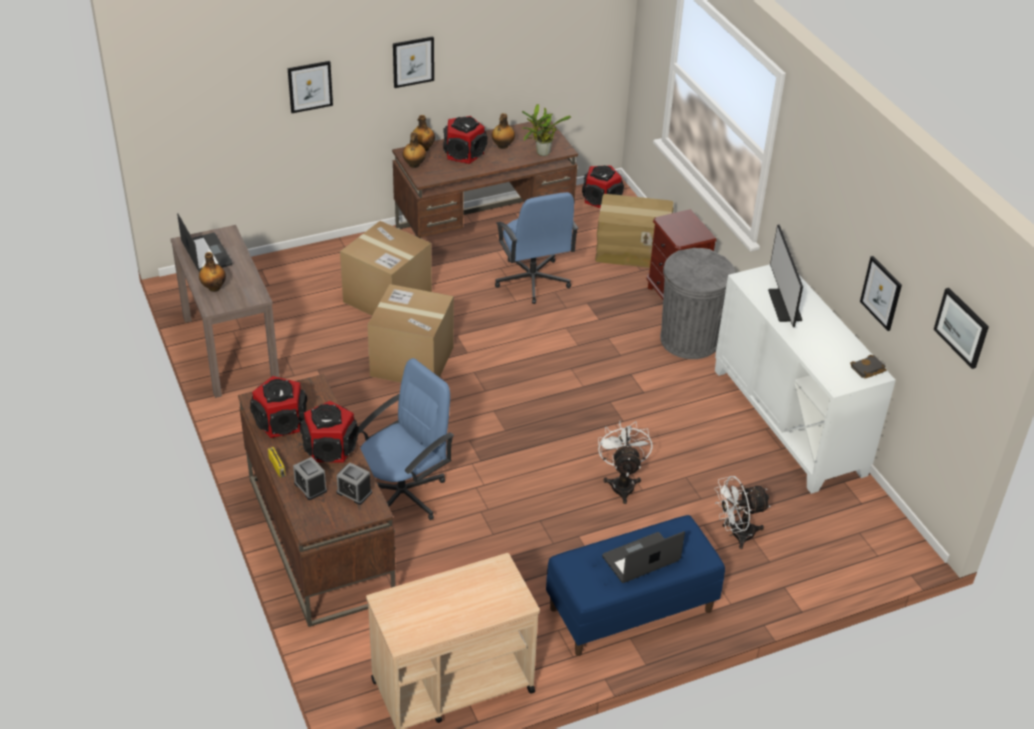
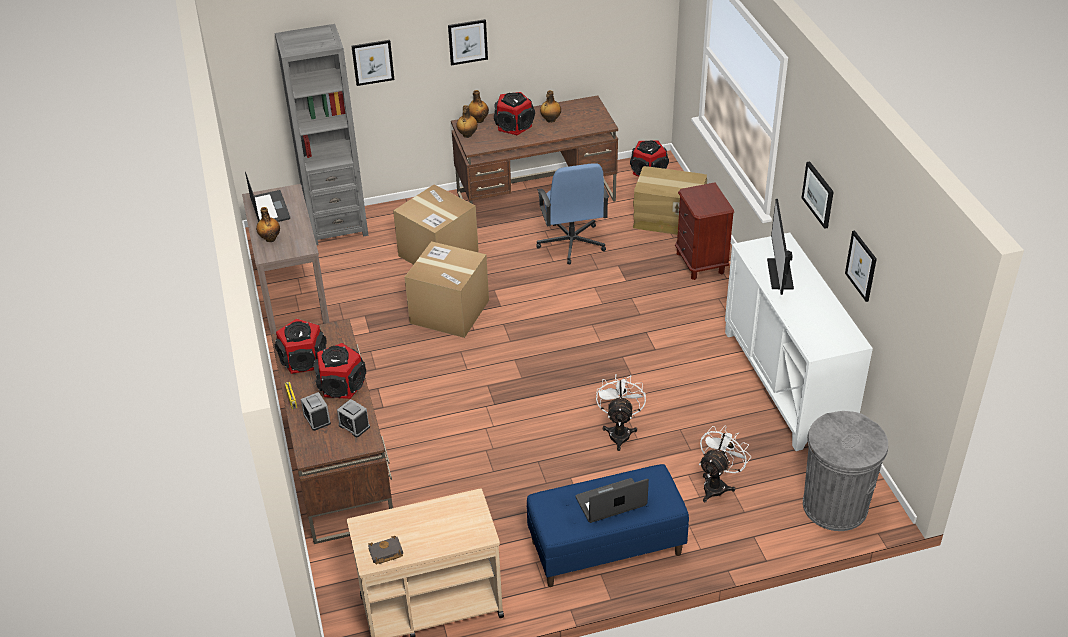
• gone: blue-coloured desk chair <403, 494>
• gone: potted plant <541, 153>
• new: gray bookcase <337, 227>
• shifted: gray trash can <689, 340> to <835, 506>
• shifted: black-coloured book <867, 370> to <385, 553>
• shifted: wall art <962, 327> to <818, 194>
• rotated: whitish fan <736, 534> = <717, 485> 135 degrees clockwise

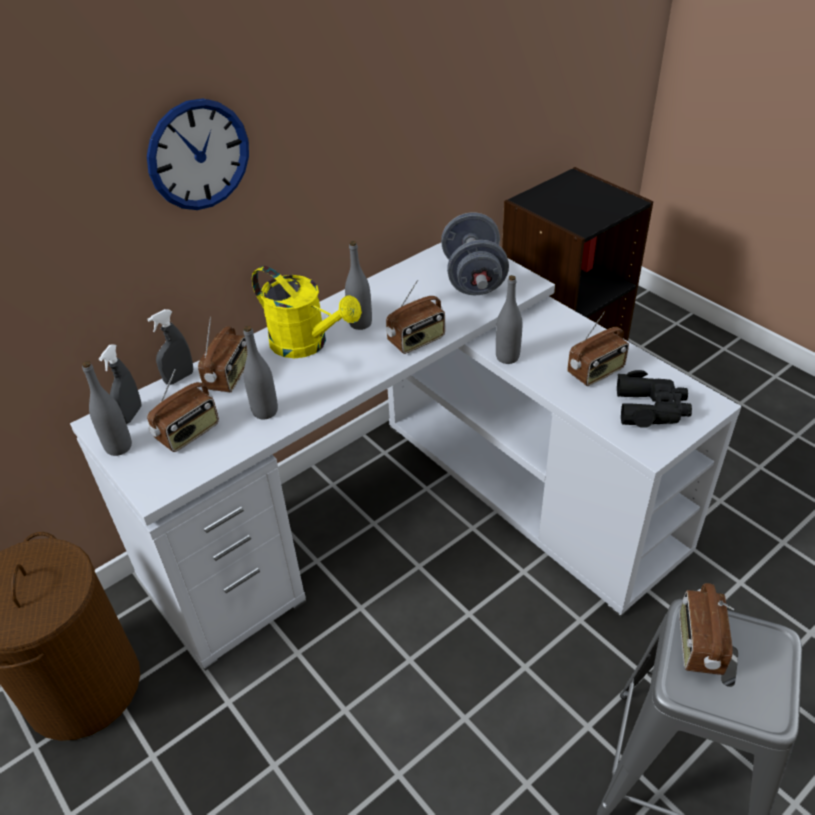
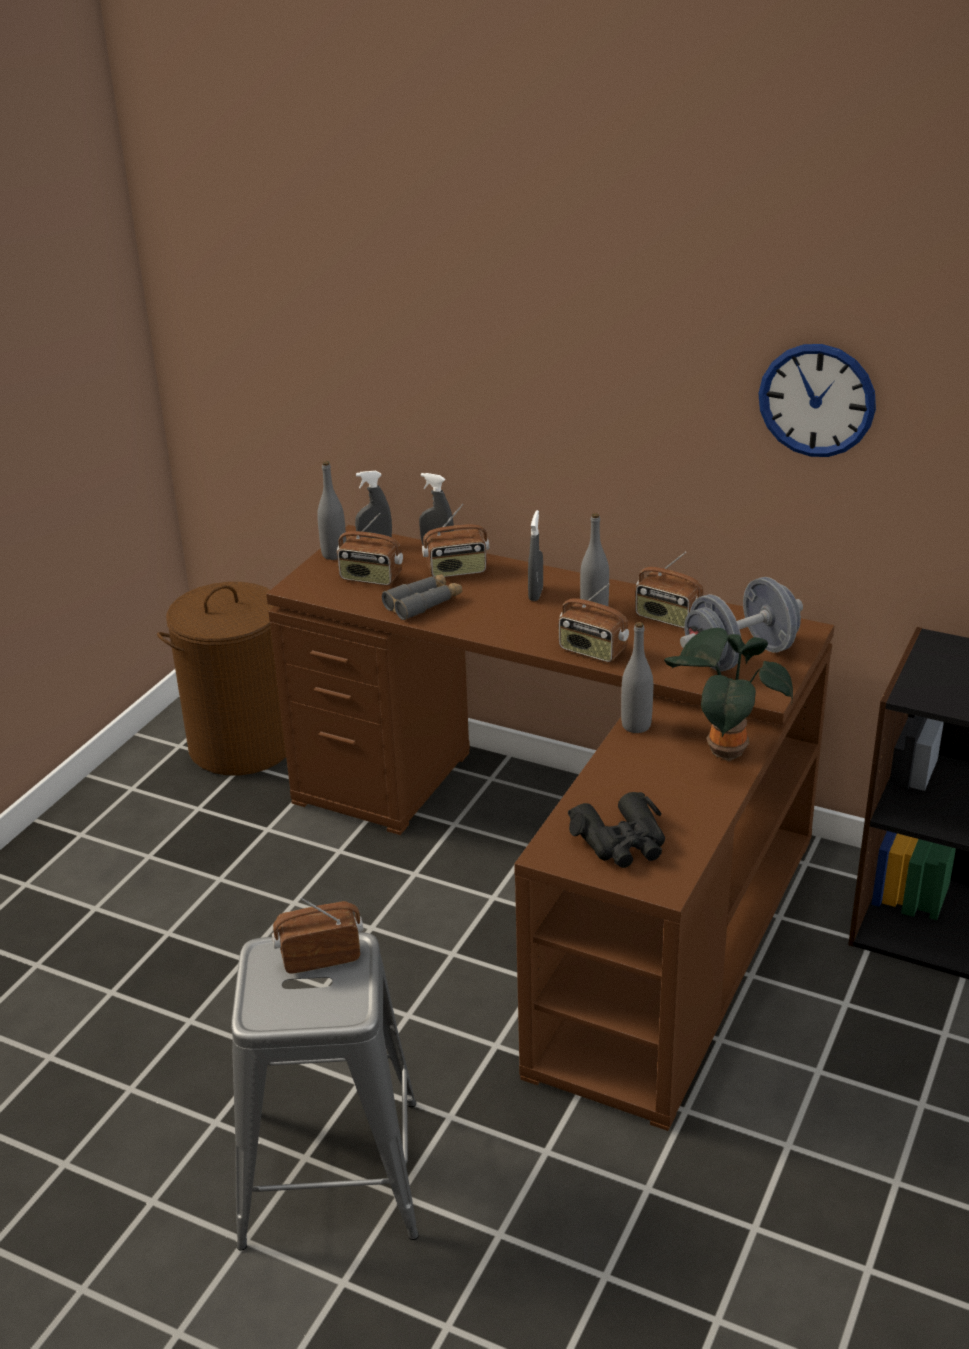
• new: potted plant <722, 749>
• shifted: hanging clock <198, 155> to <817, 400>
• shifted: radio <596, 372> to <667, 618>
• swapped: gray drink bottle <265, 411> to gray field glasses <423, 603>
• swapped: yellowish watering can <307, 344> to gray hand sprayer <535, 594>
• repainted: whitish desk unit <418, 510> to brown-coloured desk unit <572, 872>

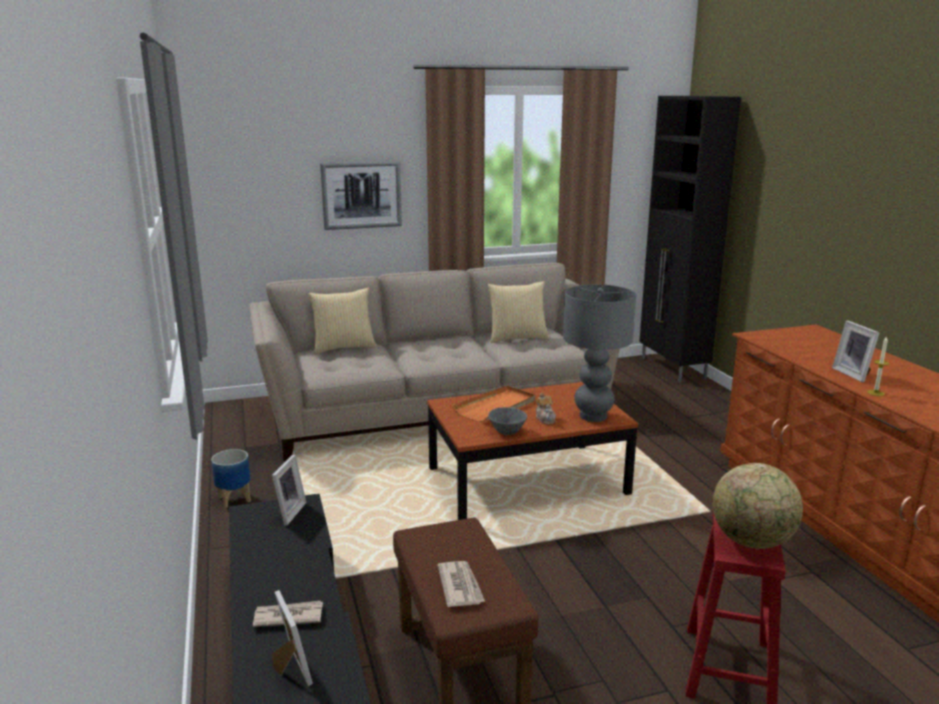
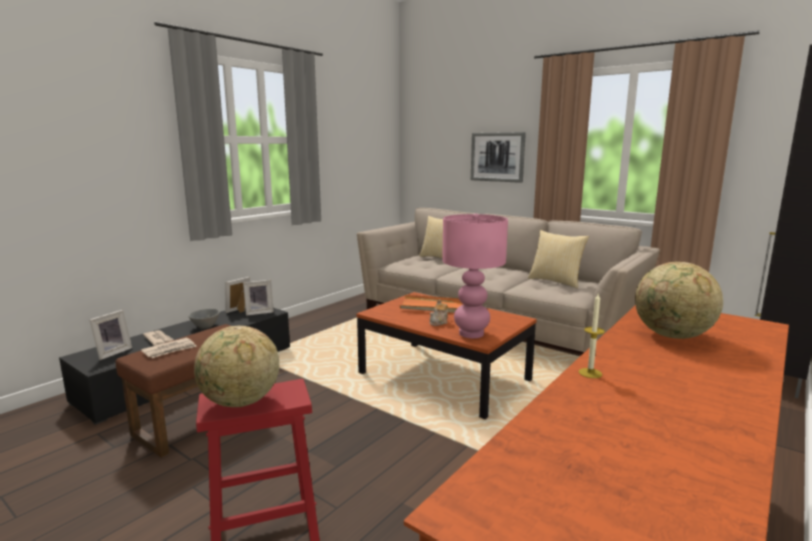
• gone: planter <234, 499>
• new: globe <672, 336>
• shifted: gray serving bowl <506, 432> to <204, 326>
• shifted: picture frame <854, 374> to <240, 310>
• repainted: gray tabletop lamp <592, 416> to pink tabletop lamp <470, 333>

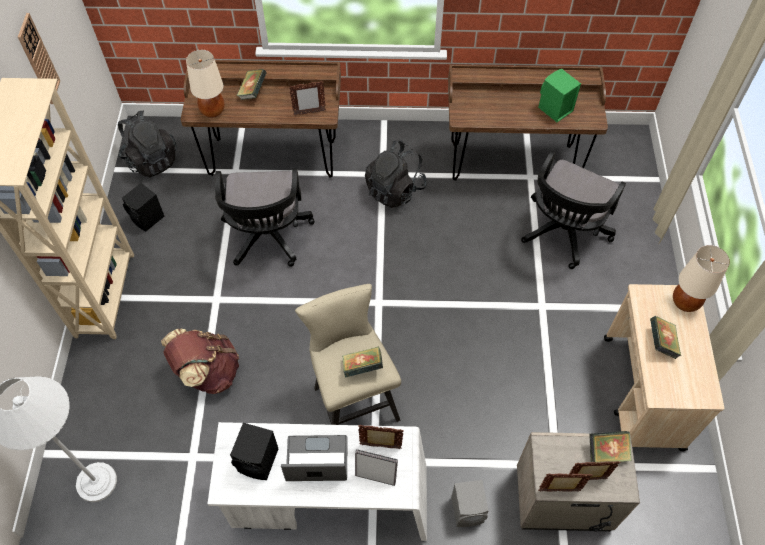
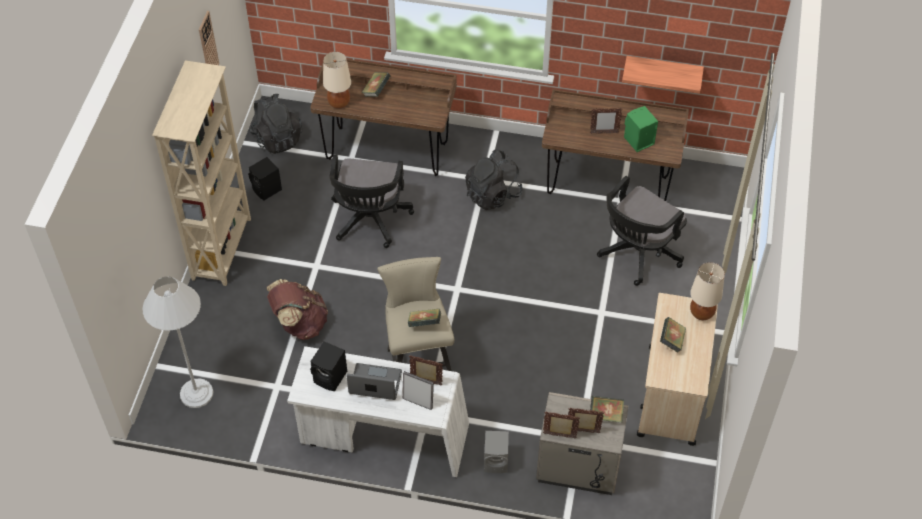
• new: shelf <663, 70>
• shifted: picture frame <309, 113> to <604, 133>

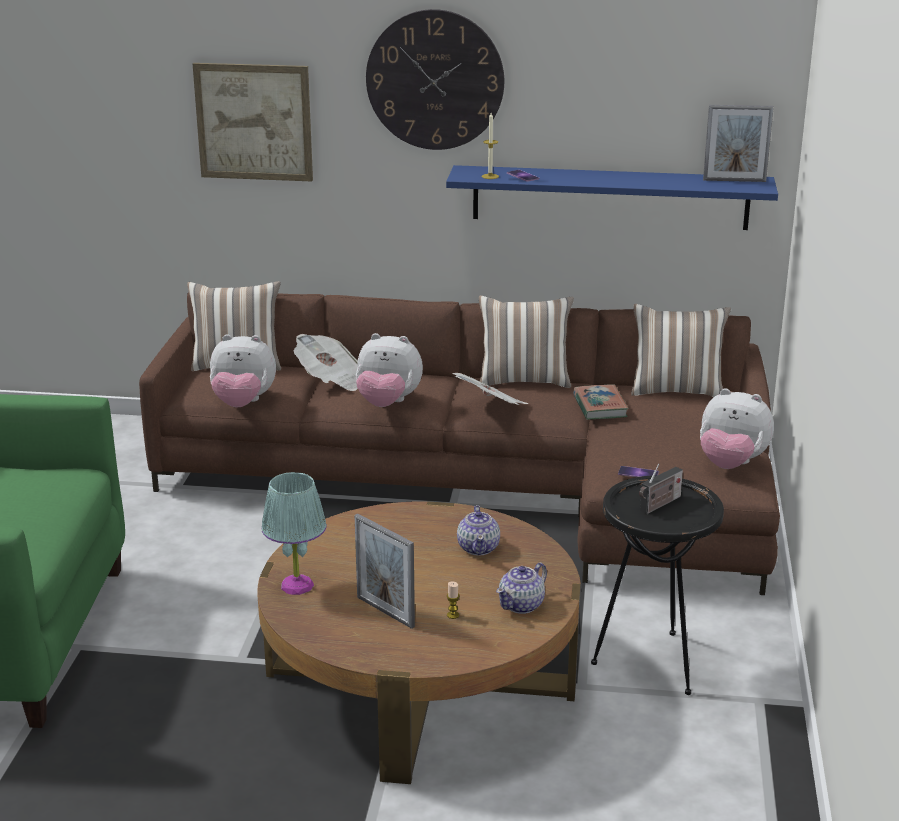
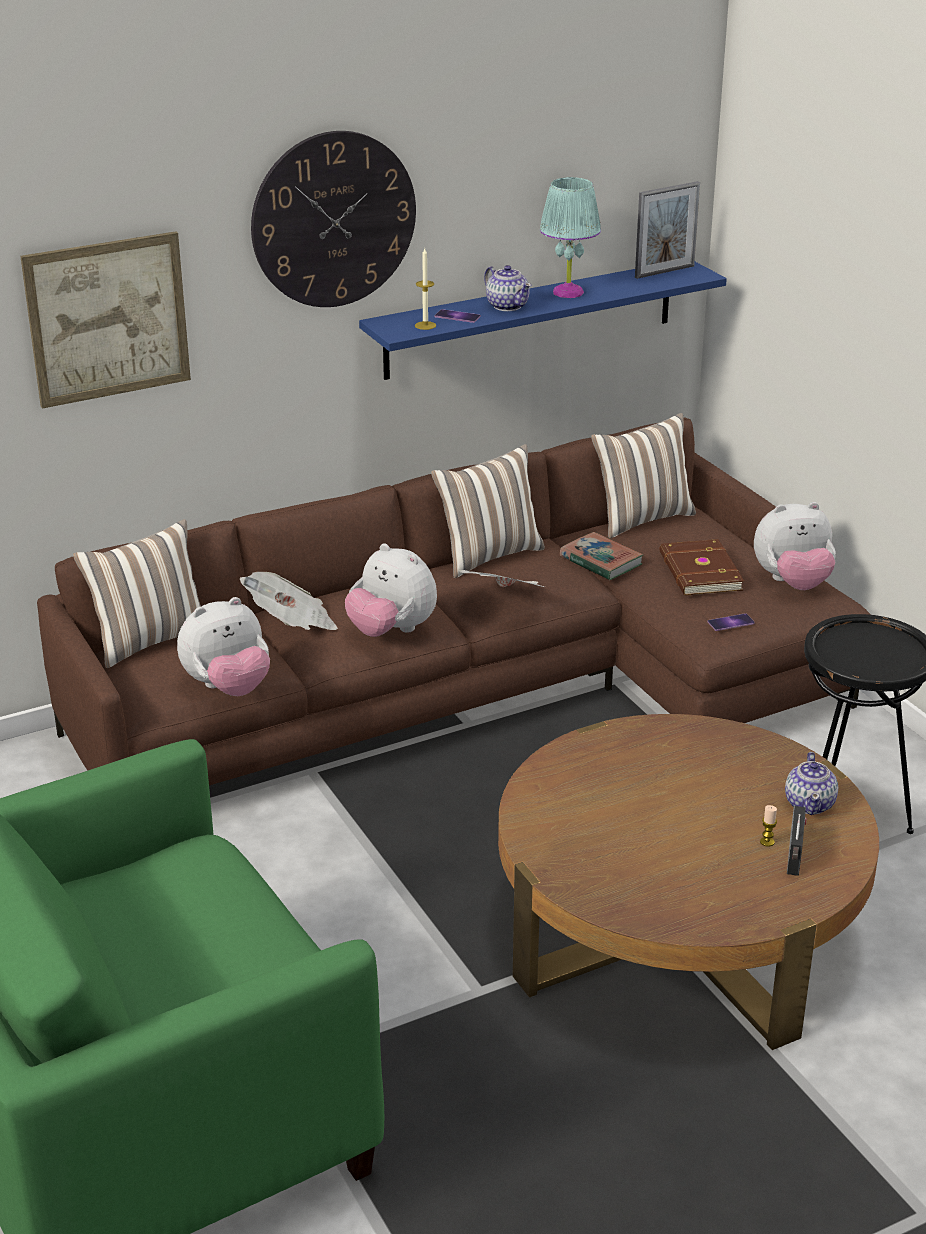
• gone: picture frame <385, 612>
• new: brown-coloured book <698, 572>
• shifted: turquoise-coloured tabletop lamp <297, 585> to <567, 292>
• shifted: teapot <478, 548> to <507, 306>
• shifted: radio <659, 505> to <795, 857>
• rotated: soft toy <387, 403> = <391, 631> 60 degrees clockwise

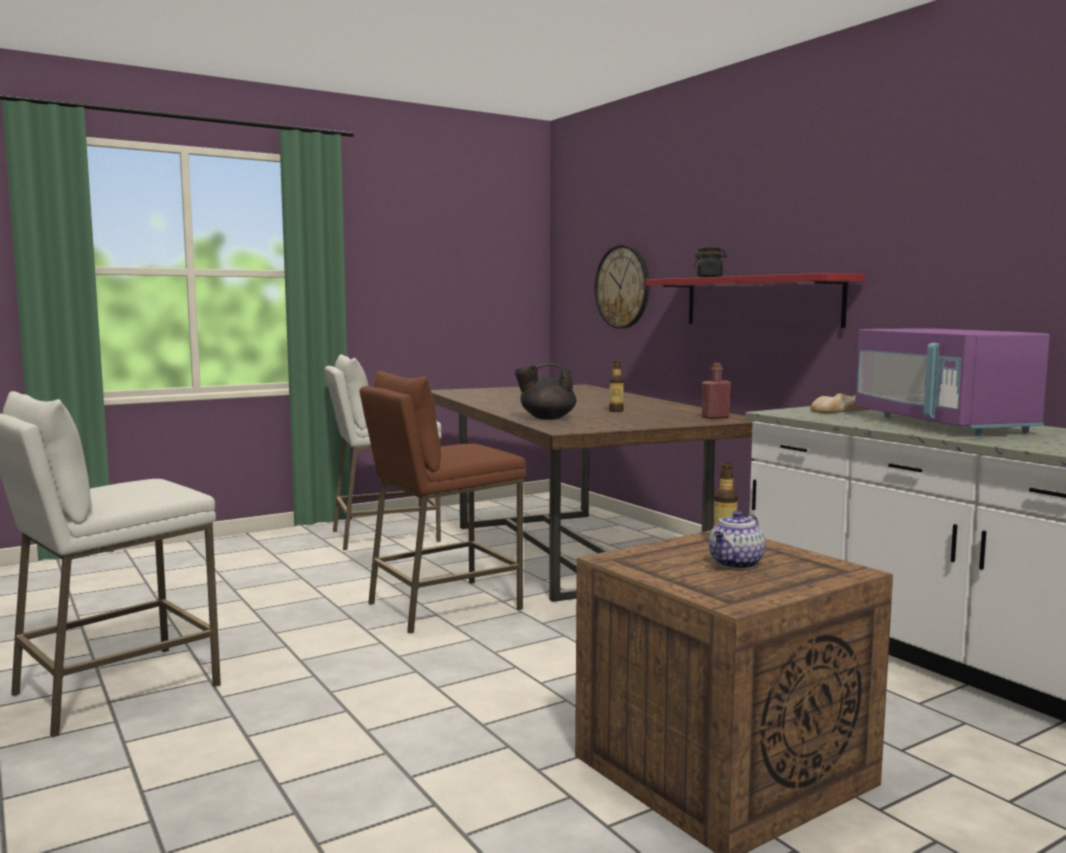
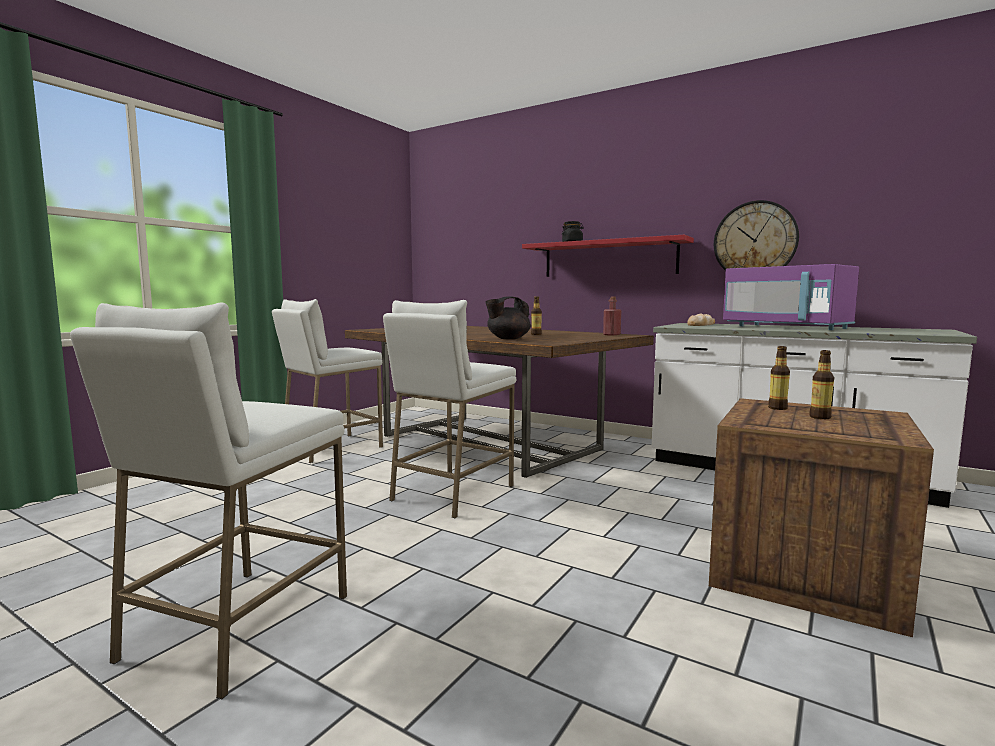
• shifted: hanging clock <622, 287> to <755, 240>
• swapped: teapot <736, 564> to drink bottle <820, 417>
• repainted: brown-coloured stool seat <443, 606> to whitish stool seat <452, 493>

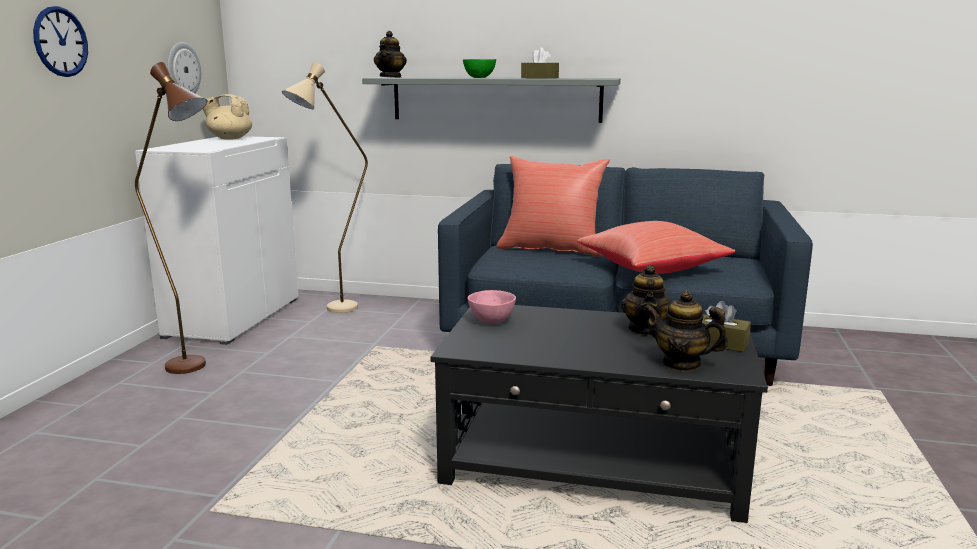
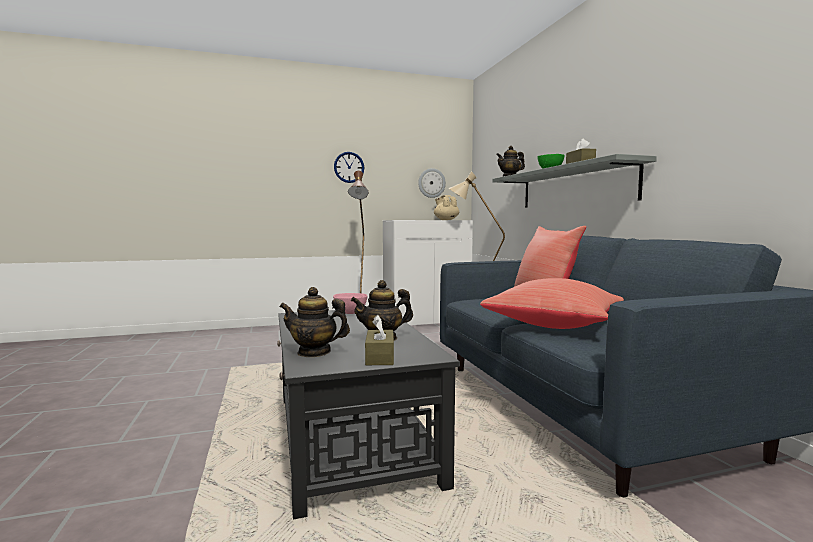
• rotated: teapot <681, 364> = <314, 352> 75 degrees counterclockwise

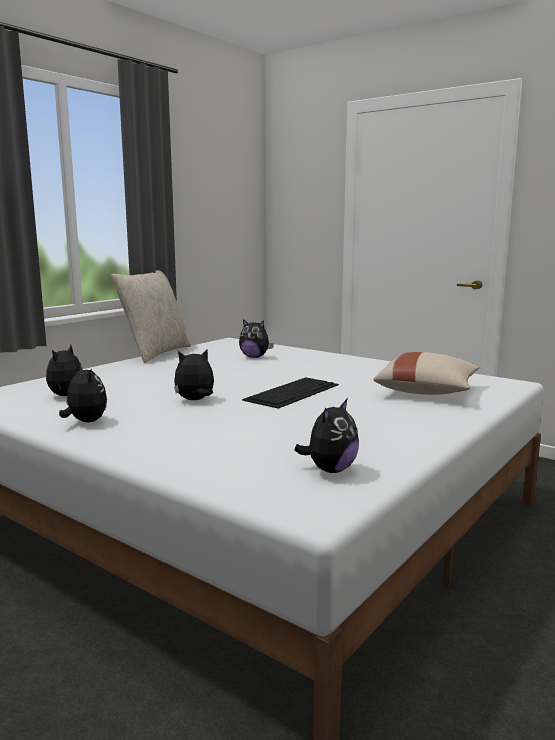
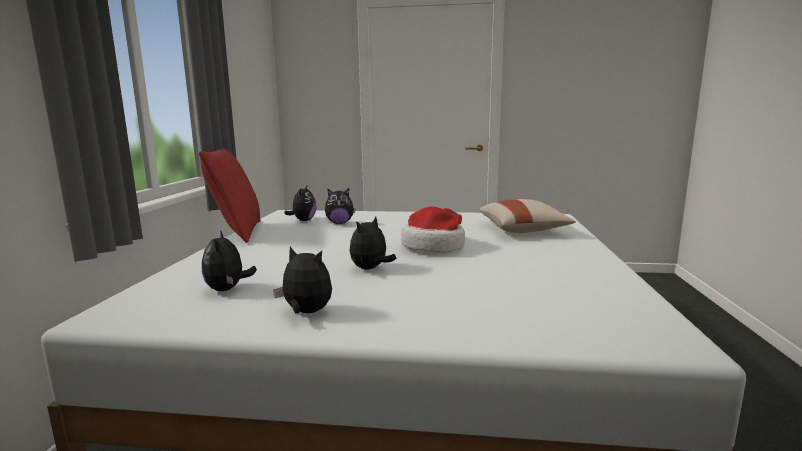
• shifted: soft toy <330, 470> to <303, 220>
• swapped: keyboard <292, 392> to hat <434, 246>
• repainted: beige-coloured cushion <155, 353> to red-coloured cushion <237, 232>

